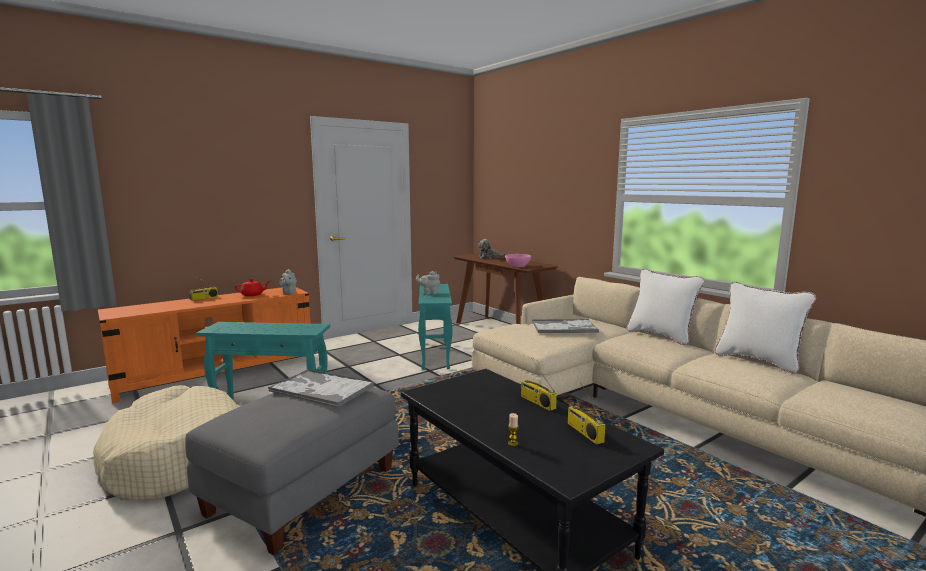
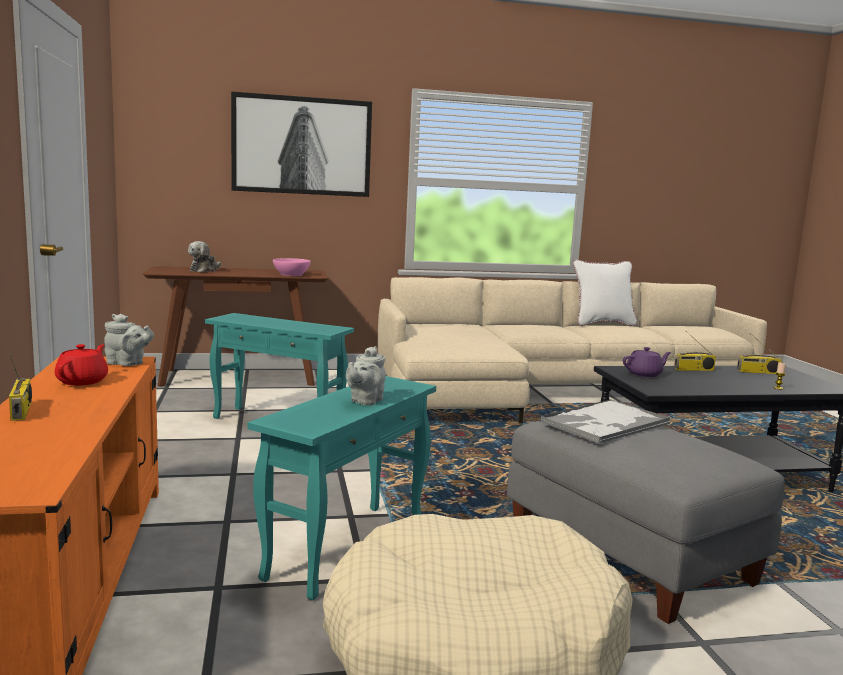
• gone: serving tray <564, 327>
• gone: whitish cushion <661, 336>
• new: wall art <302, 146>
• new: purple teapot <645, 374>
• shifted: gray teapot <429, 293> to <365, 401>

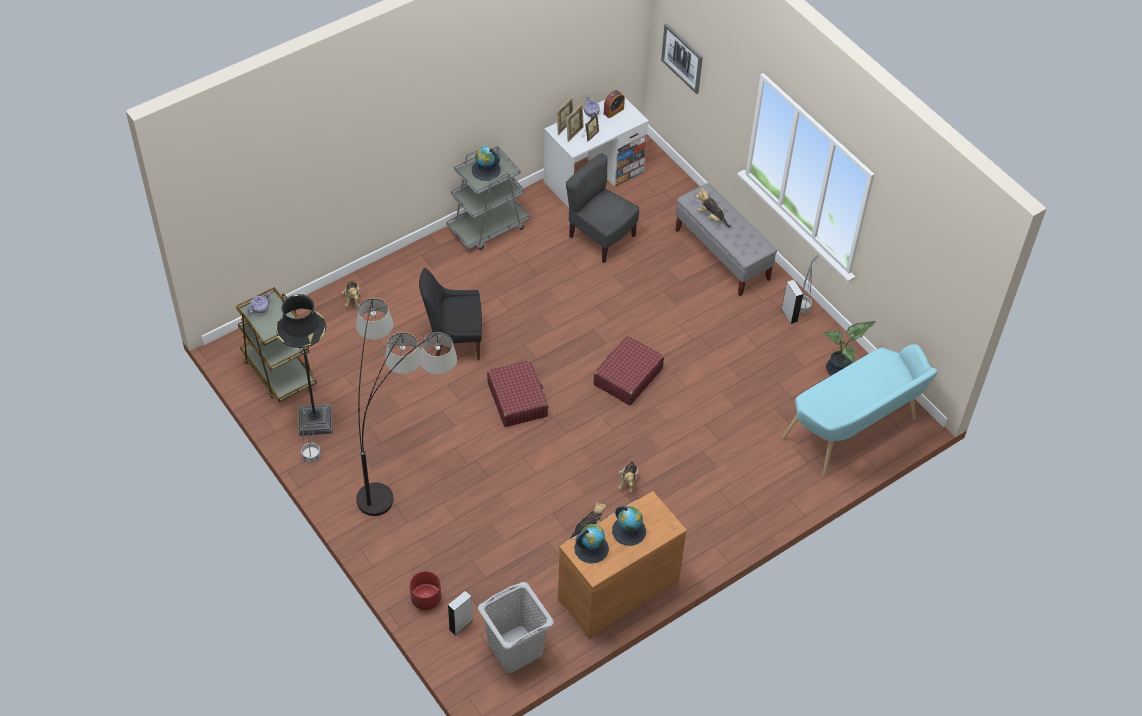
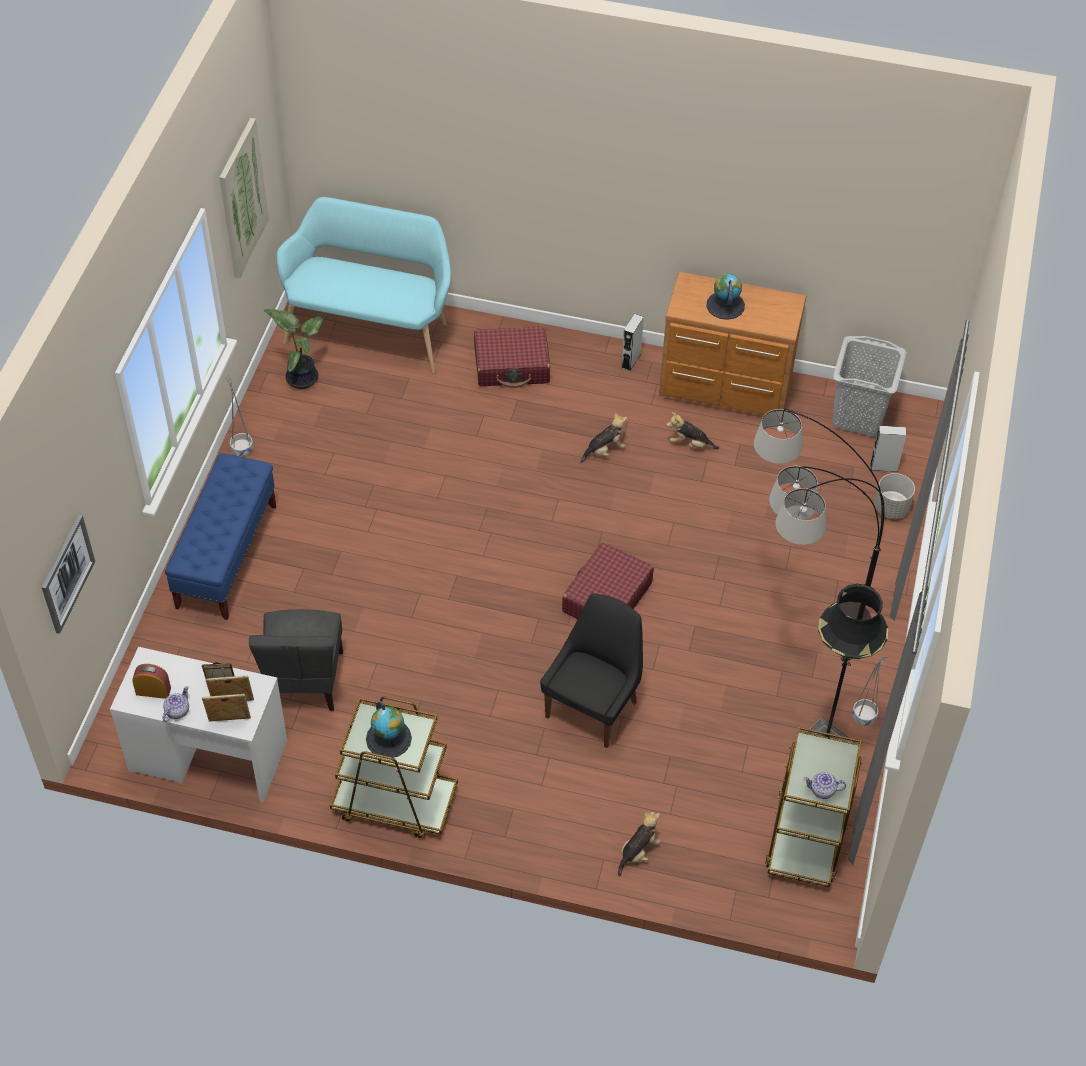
• gone: globe <591, 548>
• gone: soft toy <711, 217>
• new: wall art <242, 198>
• shifted: red-coloured piece of luggage <627, 377> to <512, 365>
• shifted: gray speaker <789, 315> to <630, 360>
• repainted: red-coloured planter <425, 599> to gray planter <891, 508>
• repainted: gray trolley <488, 227> to brown-coloured trolley <394, 802>
• repainted: gray indoor bench <722, 255> to blue-coloured indoor bench <227, 556>
• rotated: black-coloured upright chair <453, 341> = <593, 707> 105 degrees counterclockwise

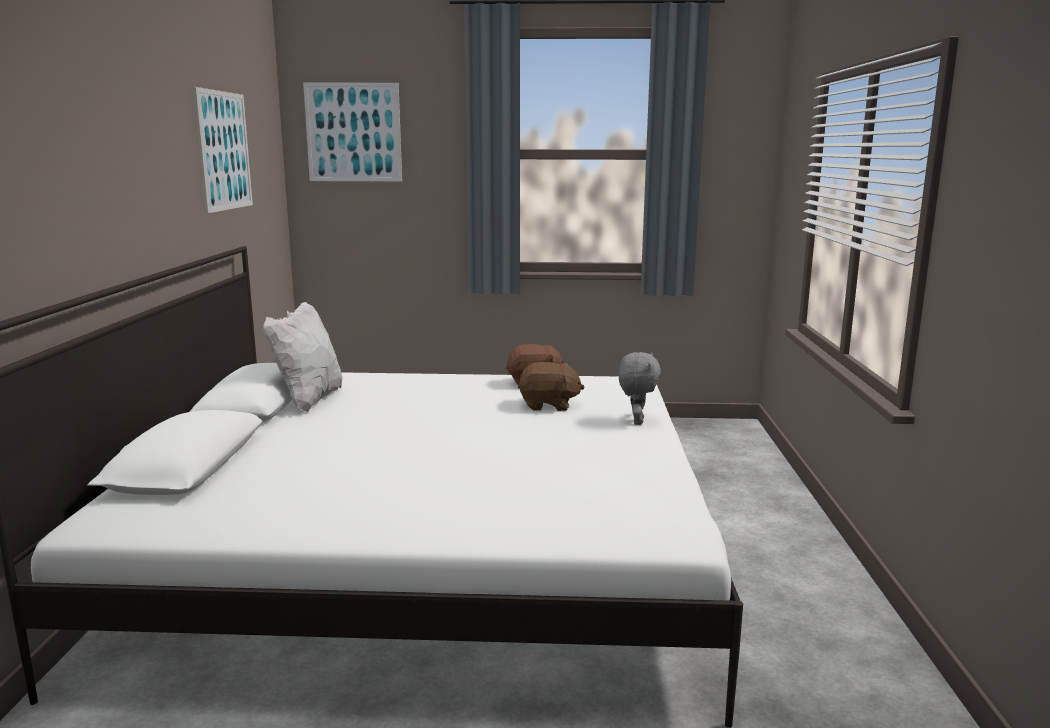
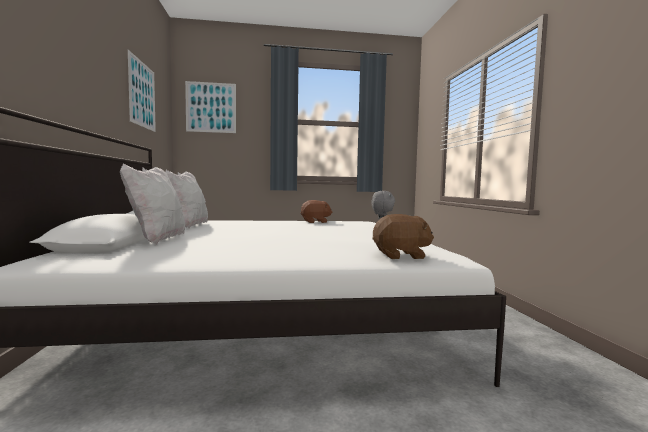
• new: whitish cushion <157, 239>
• shifted: brown-coloured soft toy <549, 405> to <401, 256>

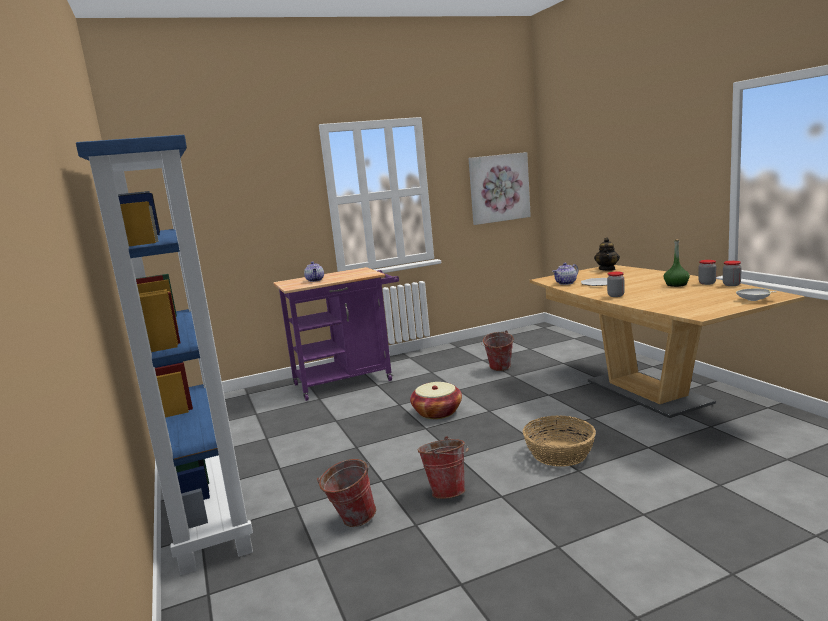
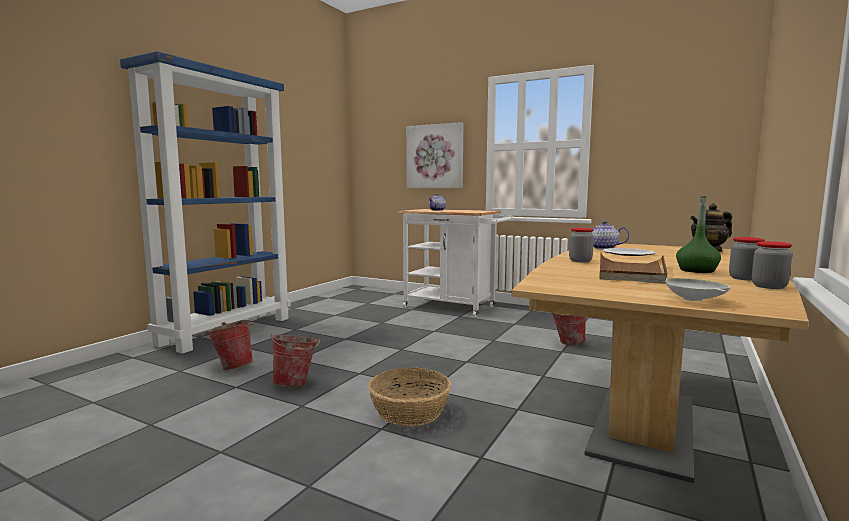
• gone: basket <437, 412>
• new: brown-coloured serving tray <631, 272>
• shifted: wall art <499, 188> to <435, 156>
• repainted: purple trolley <349, 381> to whitish trolley <454, 307>

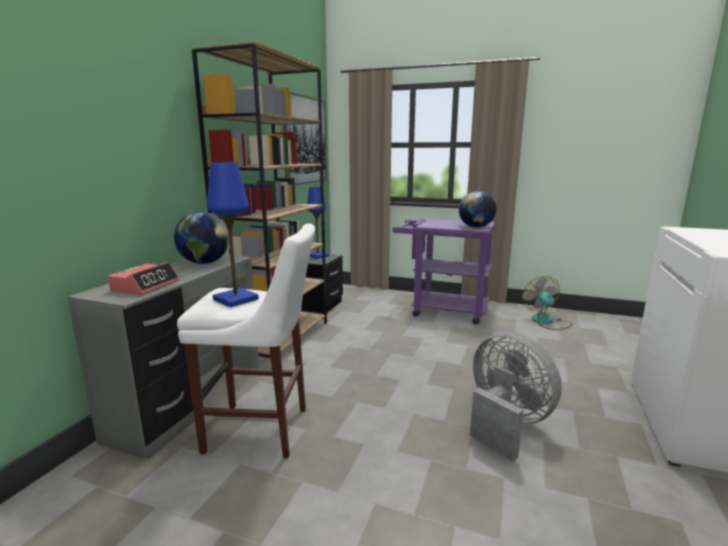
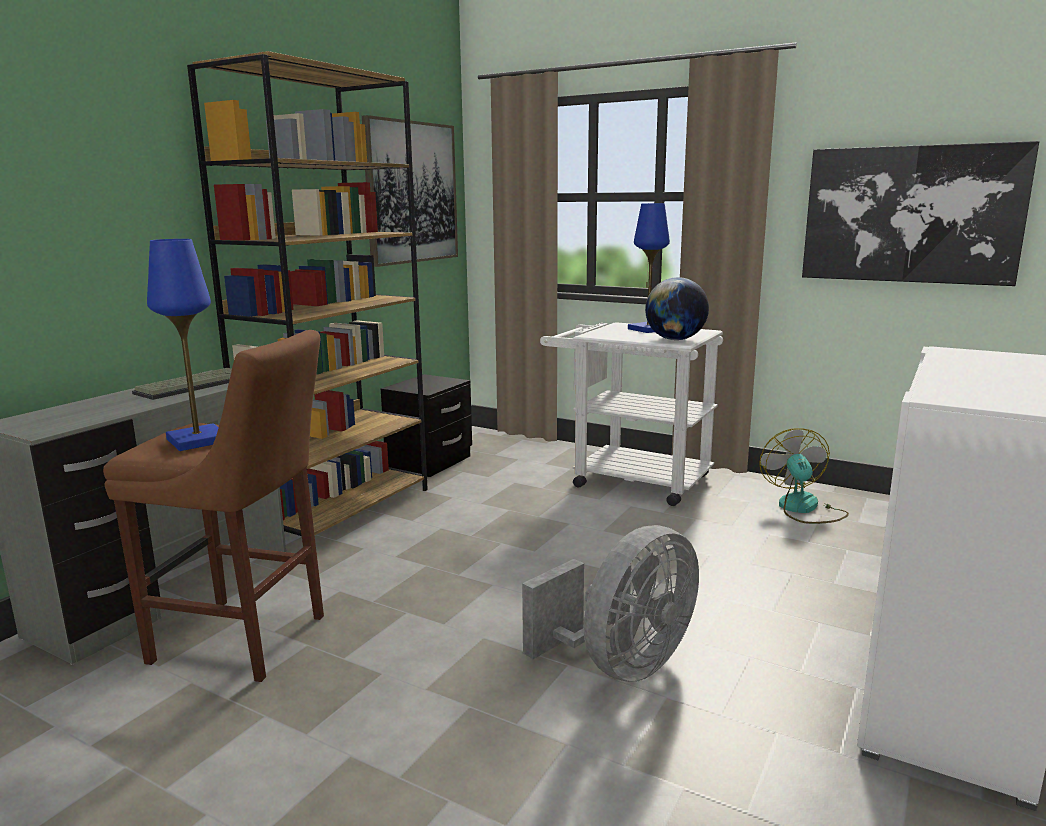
• gone: bedside clock <146, 286>
• new: wall art <911, 214>
• shifted: blue-coloured tabletop lamp <317, 256> to <648, 329>
• swapped: globe <205, 263> to keyboard <193, 385>
• repainted: whitish stool seat <262, 430> to brown-coloured stool seat <246, 640>
• repainted: purple trolley <442, 310> to whitish trolley <629, 479>
• rotated: gray fan <505, 423> = <621, 665> 75 degrees clockwise

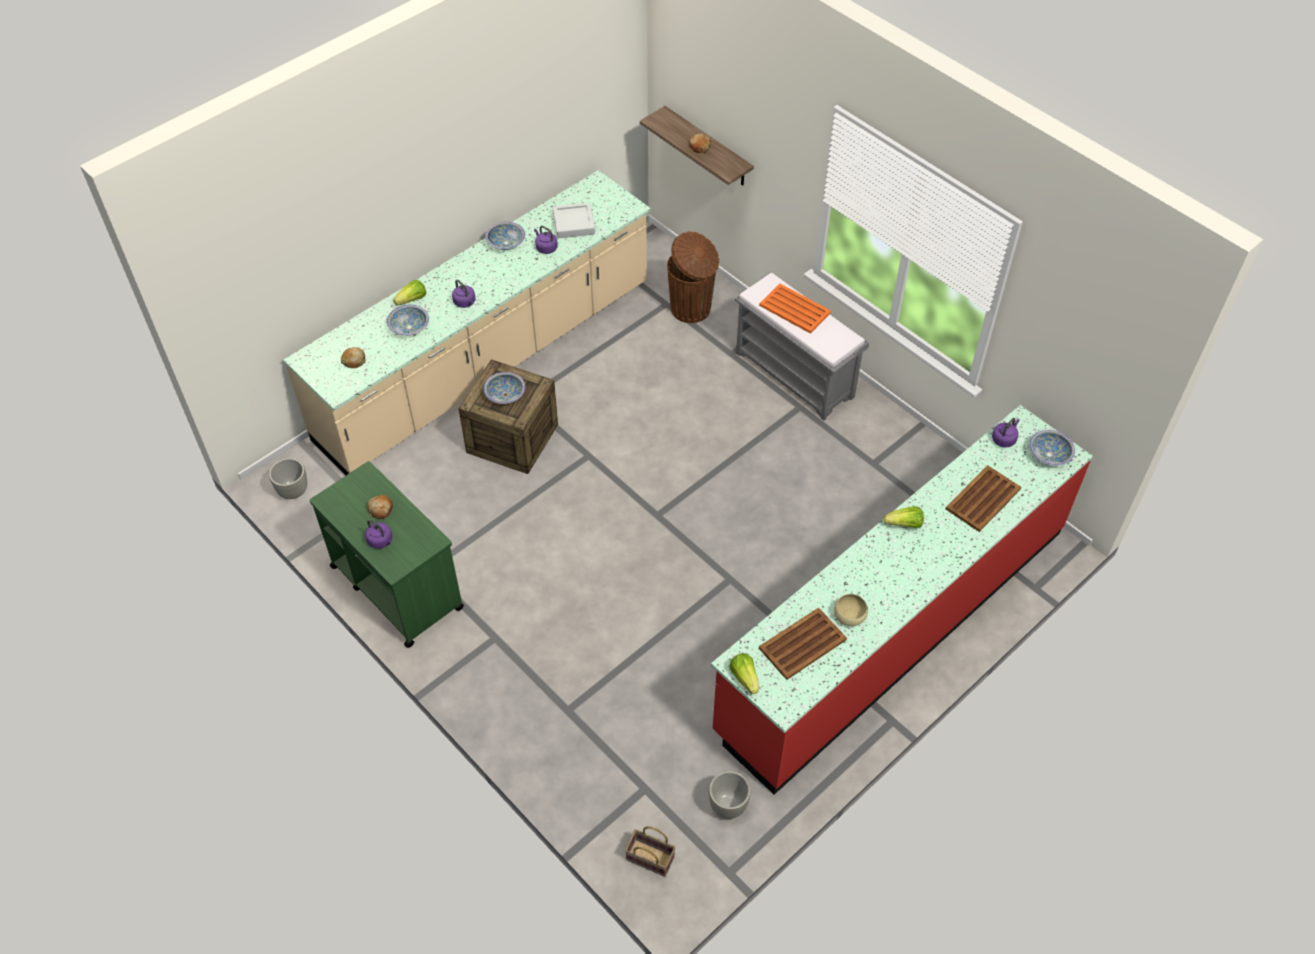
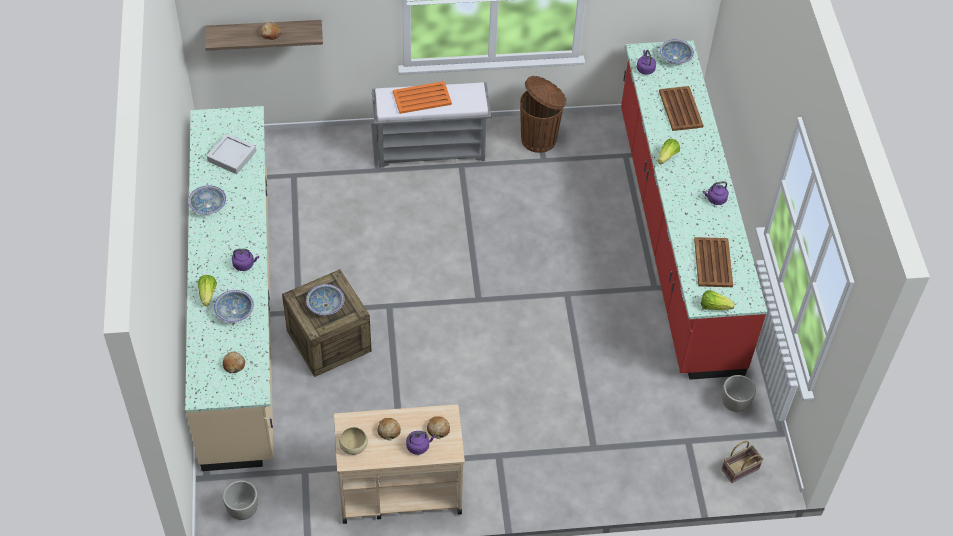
• new: bread <438, 429>
• shifted: purple tea kettle <545, 248> to <715, 199>
• shifted: brown-coloured trash can <692, 309> to <539, 139>
• shifted: beige-coloured serving bowl <849, 615> to <353, 445>
• repainted: green trolley <396, 586> to beige-coloured trolley <399, 491>

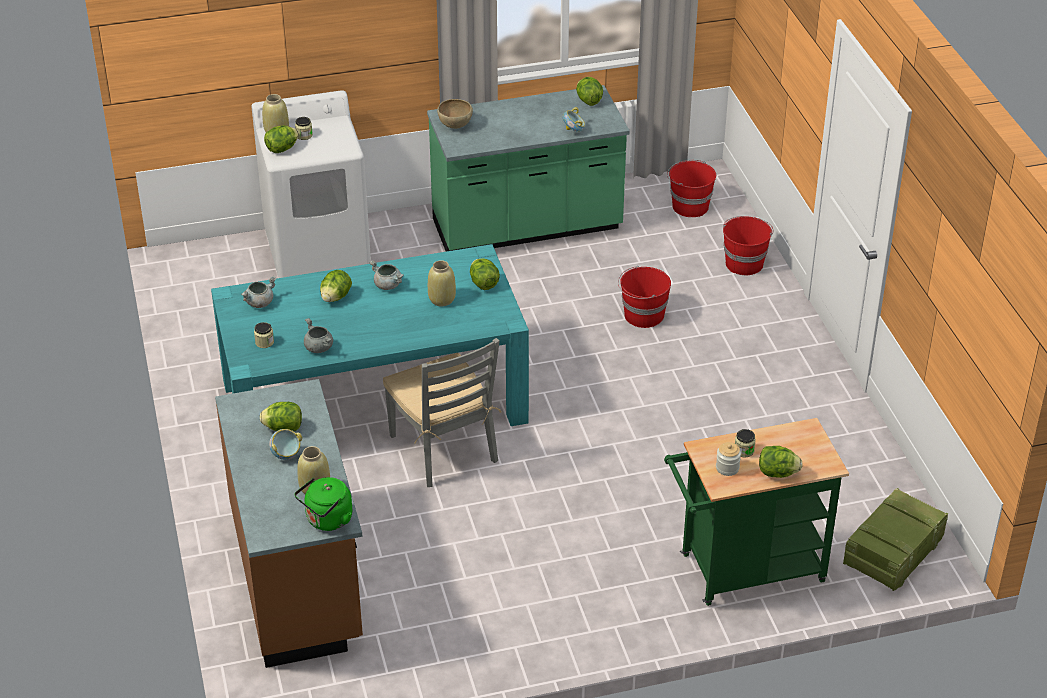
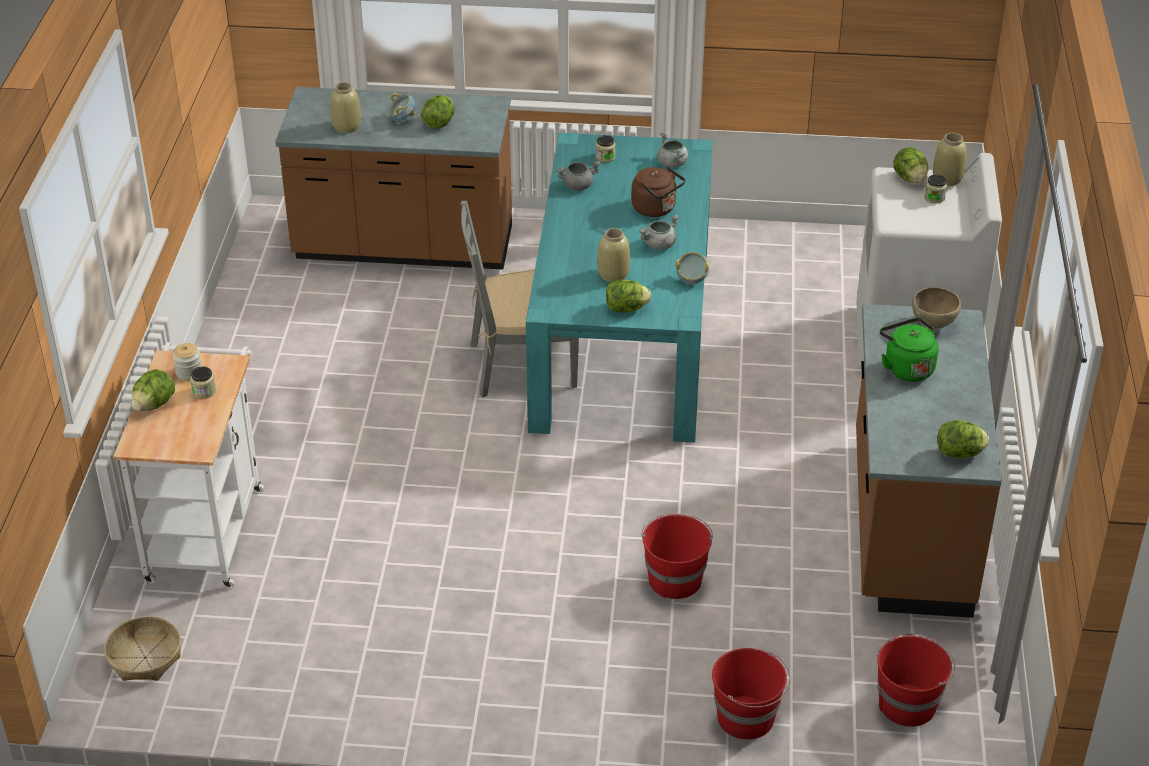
• shifted: green tea kettle <327, 520> to <906, 368>
• shifted: serving bowl <573, 131> to <691, 280>
• swapped: head of lettuce <335, 297> to brown-coloured tea kettle <656, 209>
• swapped: crate <893, 552> to basket <145, 657>
• repainted: green kitchen base unit <527, 228> to brown-coloured kitchen base unit <907, 524>
• repainted: green trolley <743, 571> to whitish trolley <207, 527>

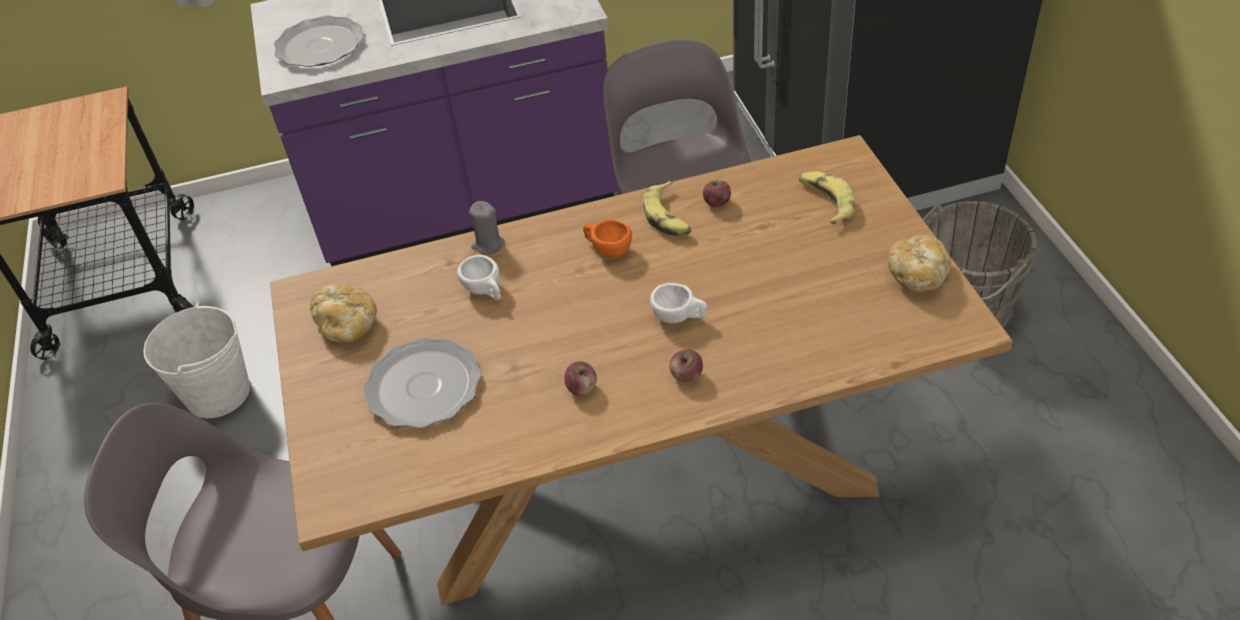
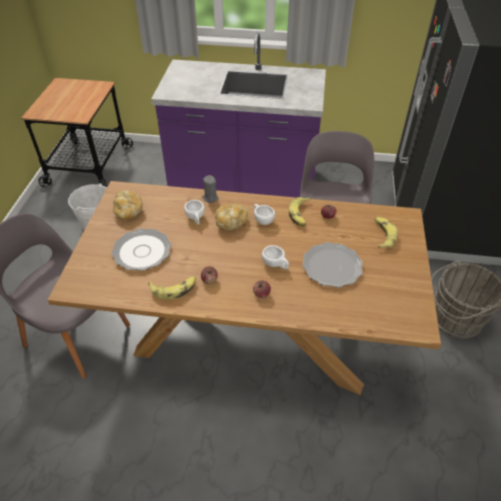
• new: whole banana <174, 289>
• shifted: plate <320, 45> to <332, 266>
• shifted: bread <917, 275> to <231, 222>
• repainted: orange-coloured small cup <607, 249> to whitish small cup <262, 220>

